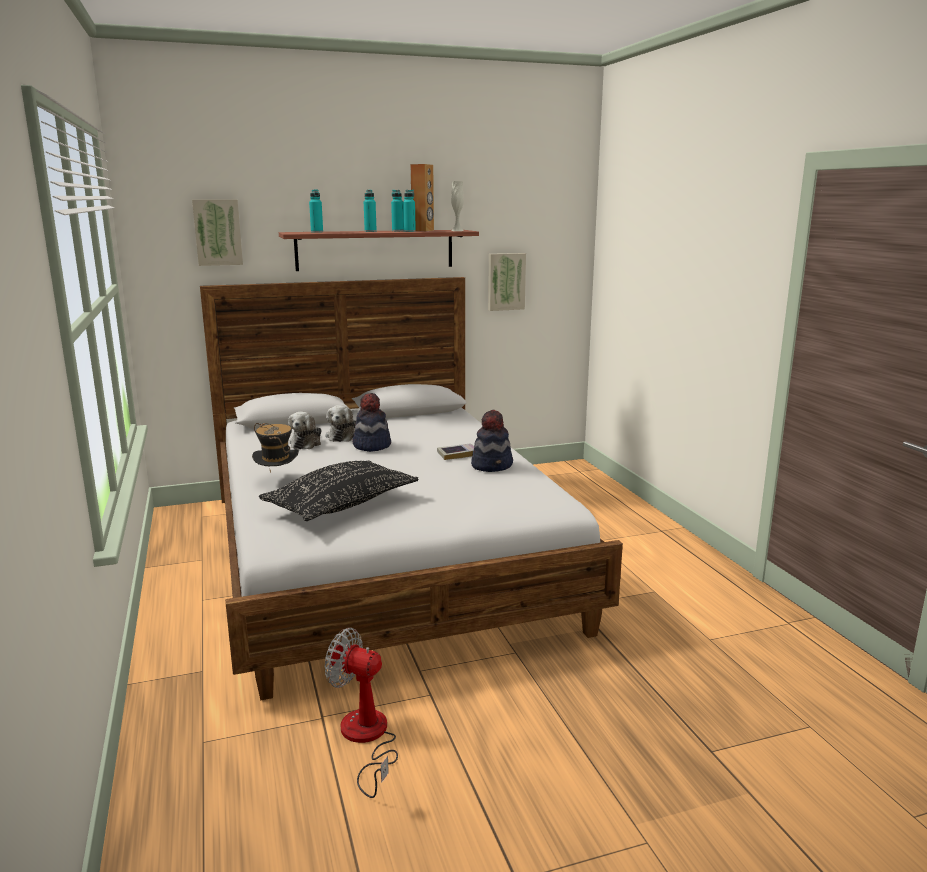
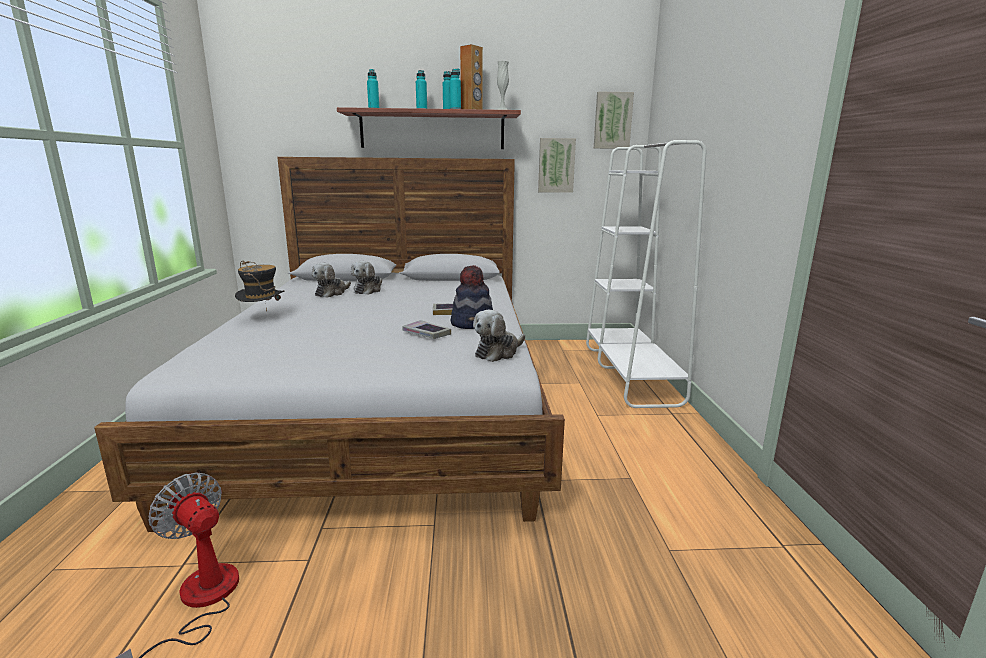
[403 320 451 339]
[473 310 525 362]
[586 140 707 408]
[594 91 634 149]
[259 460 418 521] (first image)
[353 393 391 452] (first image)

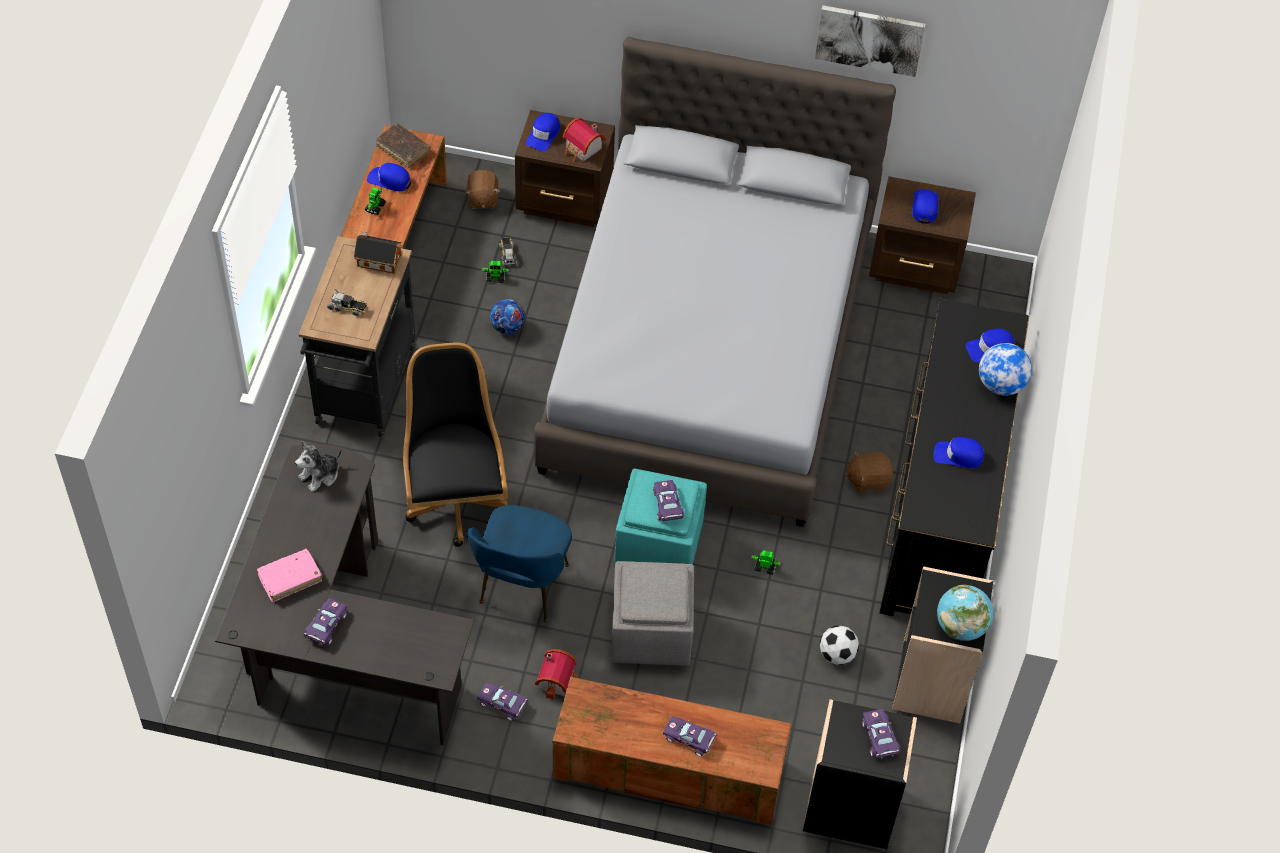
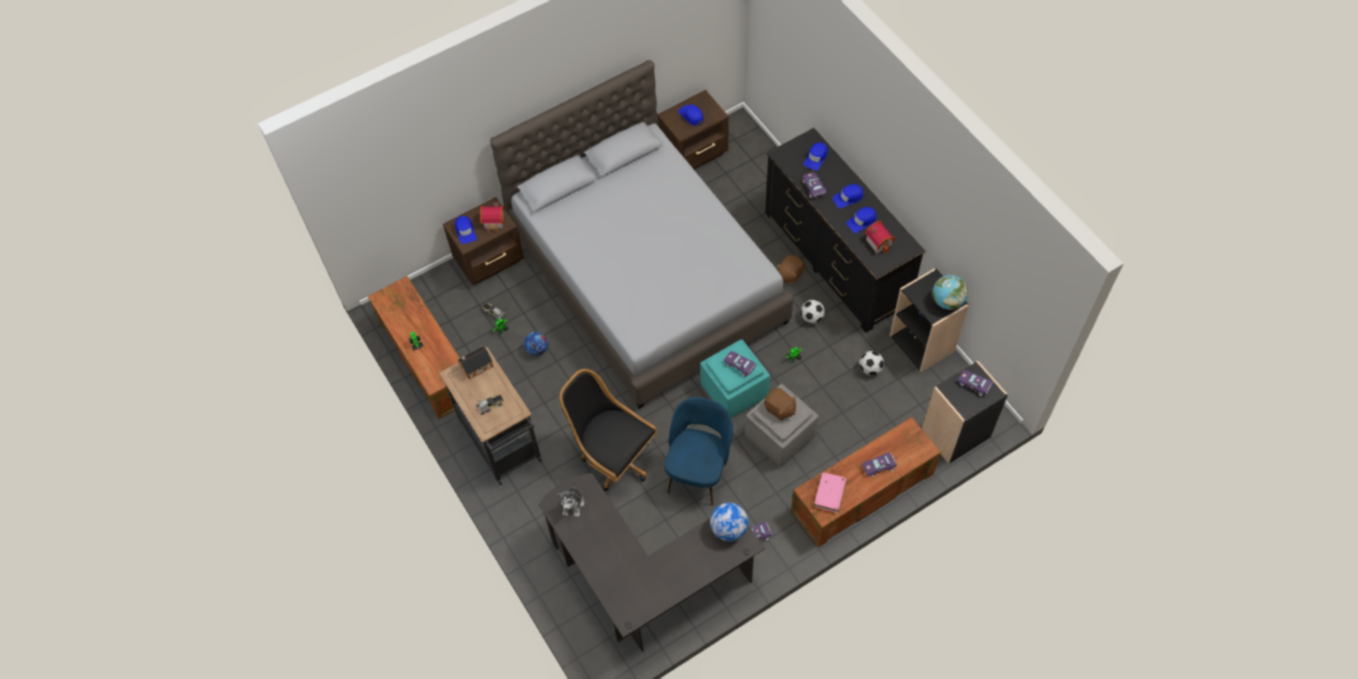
[664 397 733 505]
[710 503 748 541]
[764 388 796 421]
[801 300 825 324]
[803 172 826 198]
[814 473 846 513]
[833 184 864 208]
[865 221 896 253]
[376 123 430 168] (first image)
[815 5 925 77] (first image)

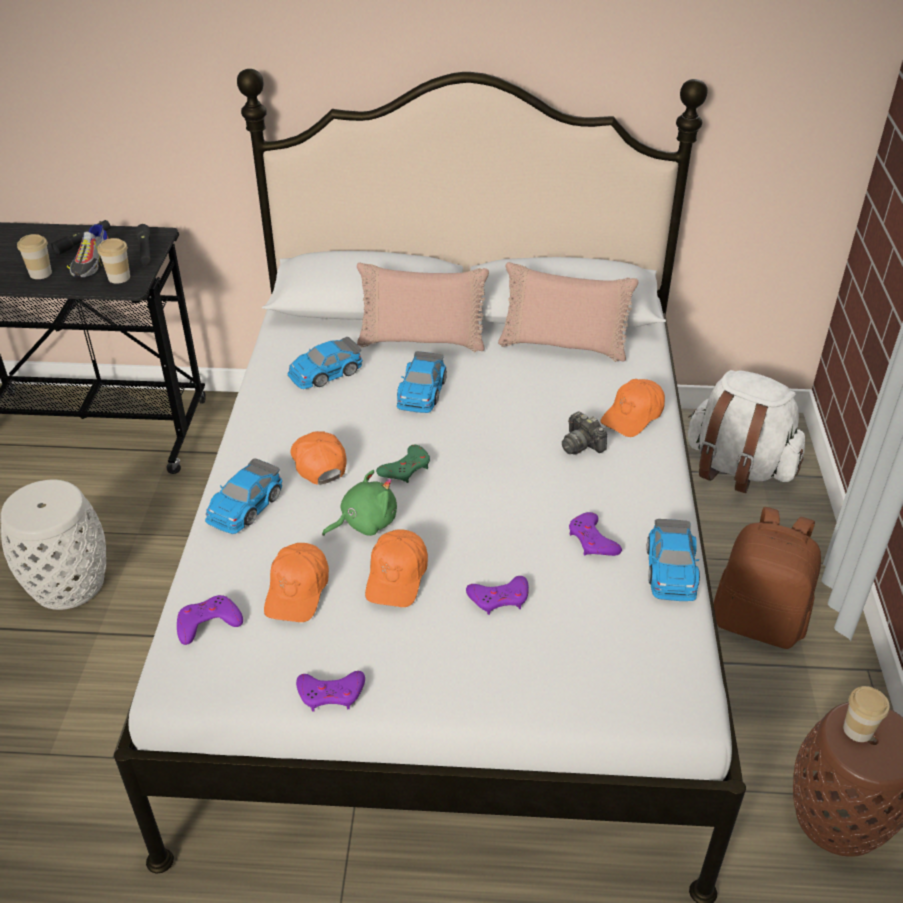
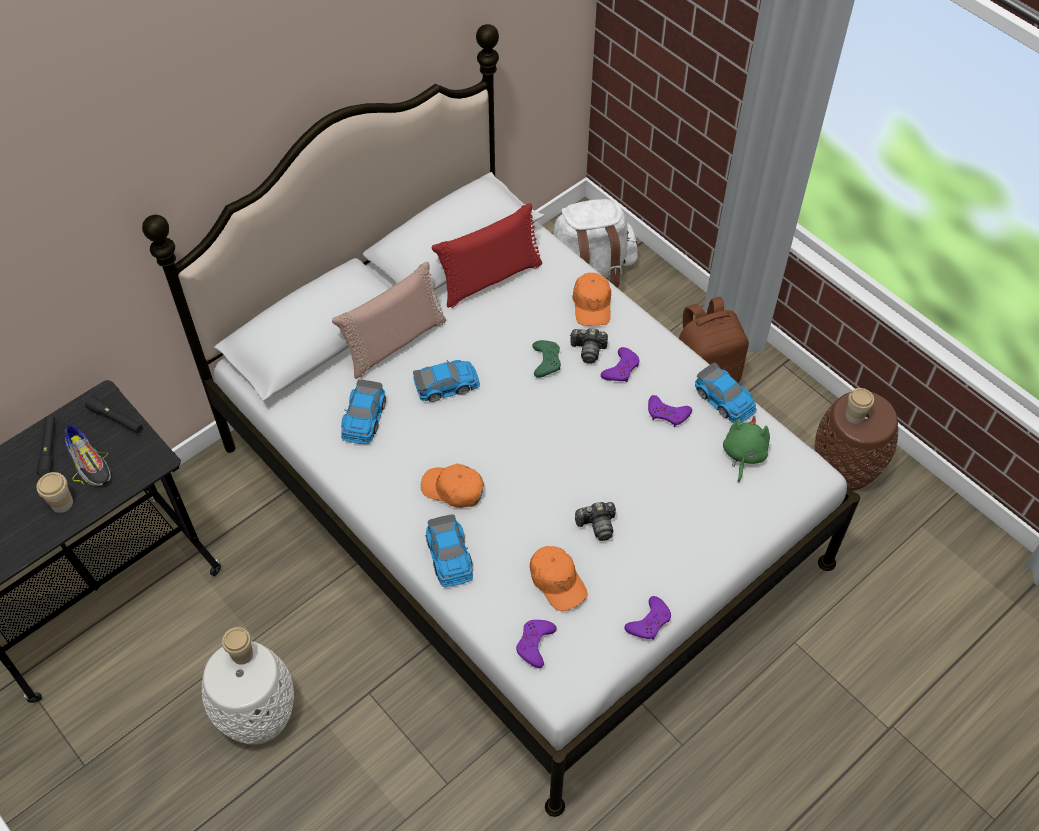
[222 627 253 665]
[413 360 480 402]
[432 203 542 308]
[532 340 561 378]
[575 502 616 541]
[601 347 640 382]
[723 416 770 482]

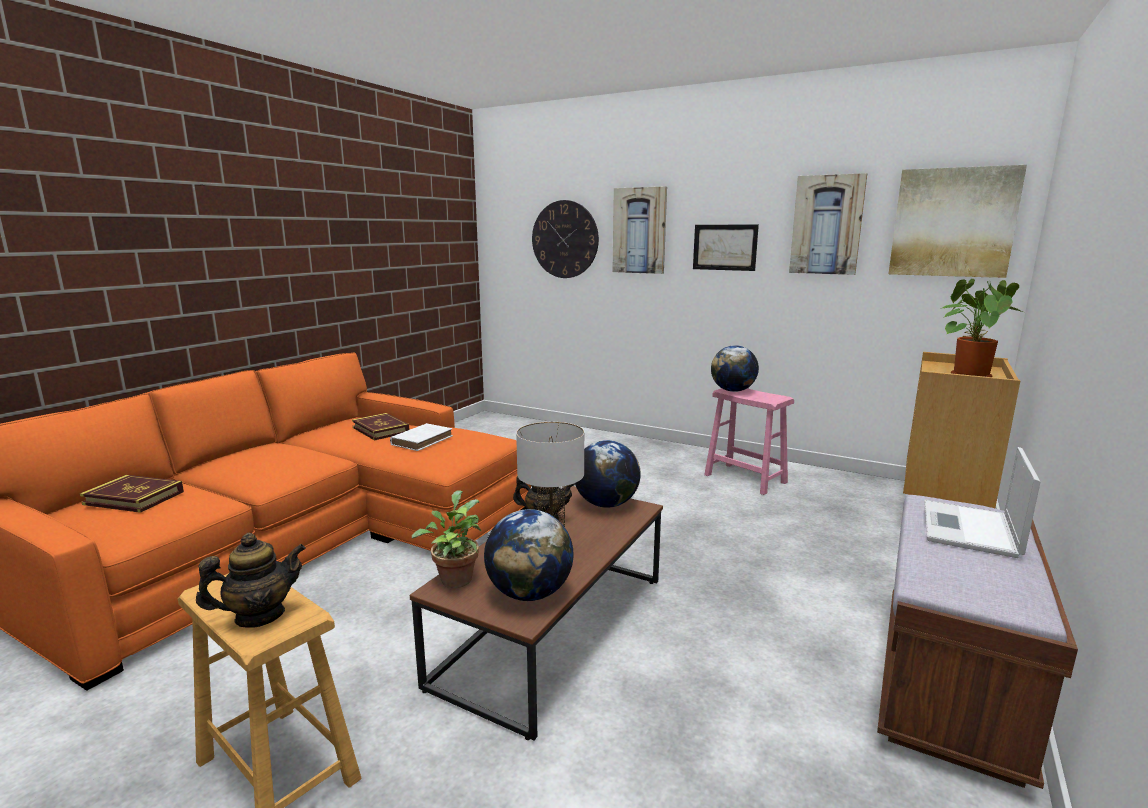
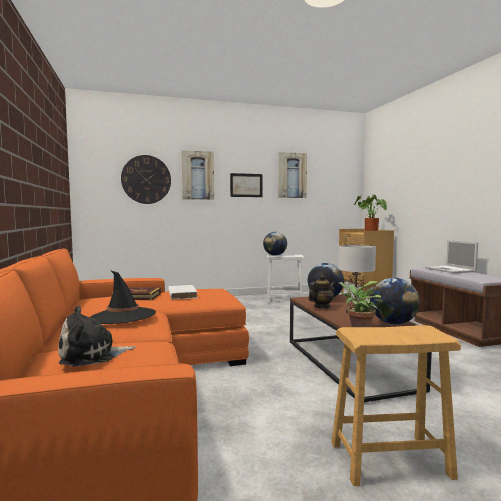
[58 306 135 366]
[90 270 156 324]
[267 255 304 304]
[196 533 306 628] (first image)
[889 165 1027 278] (first image)

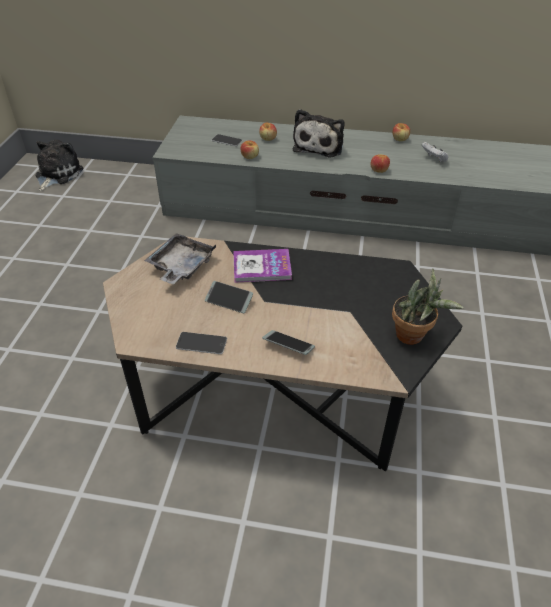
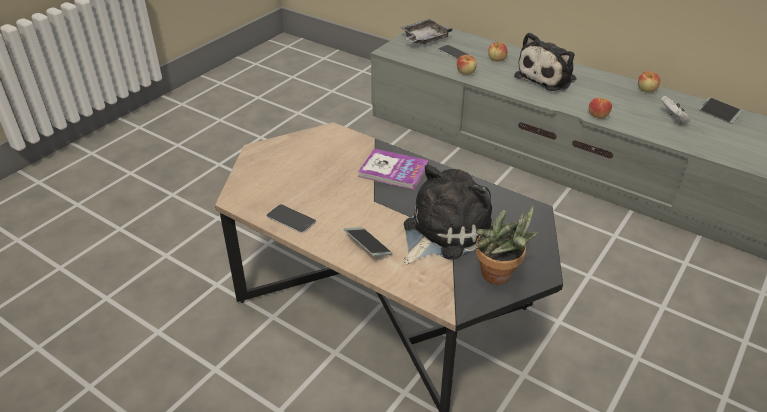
[400 19 452 44]
[404 164 493 265]
[698 97 743 124]

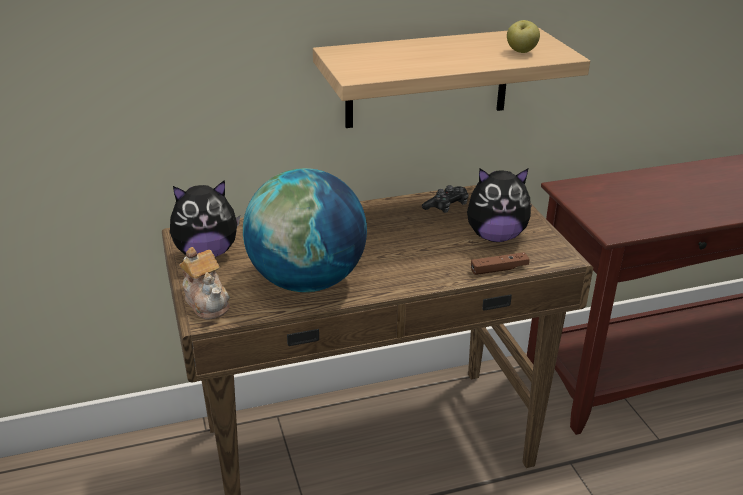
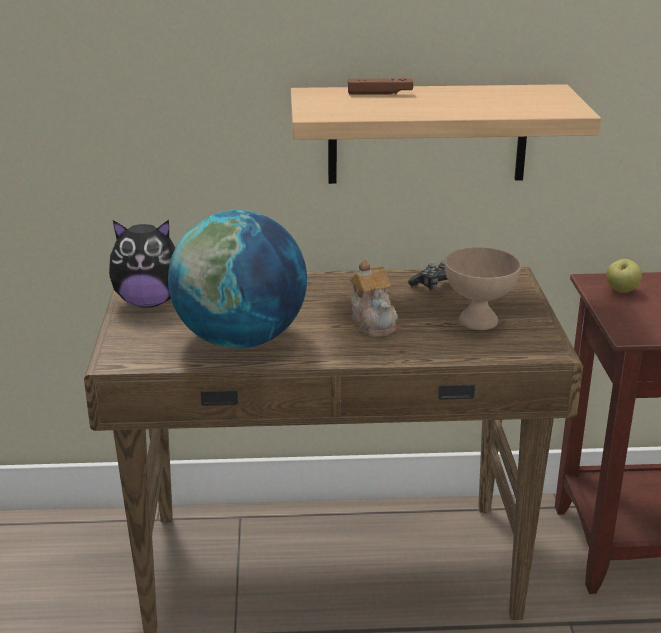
[348 78 413 95]
[350 260 398 337]
[444 247 521 330]
[606 259 642 293]

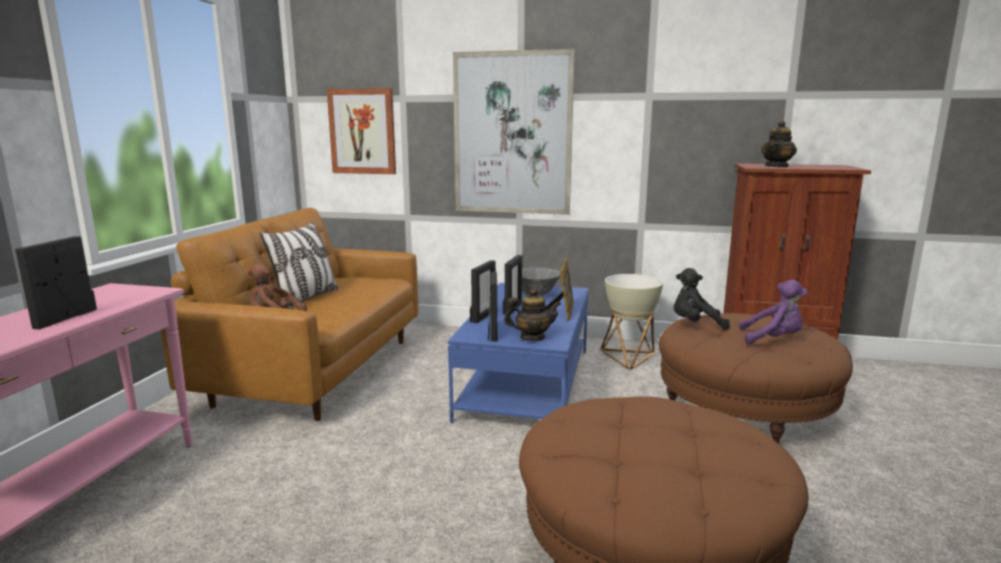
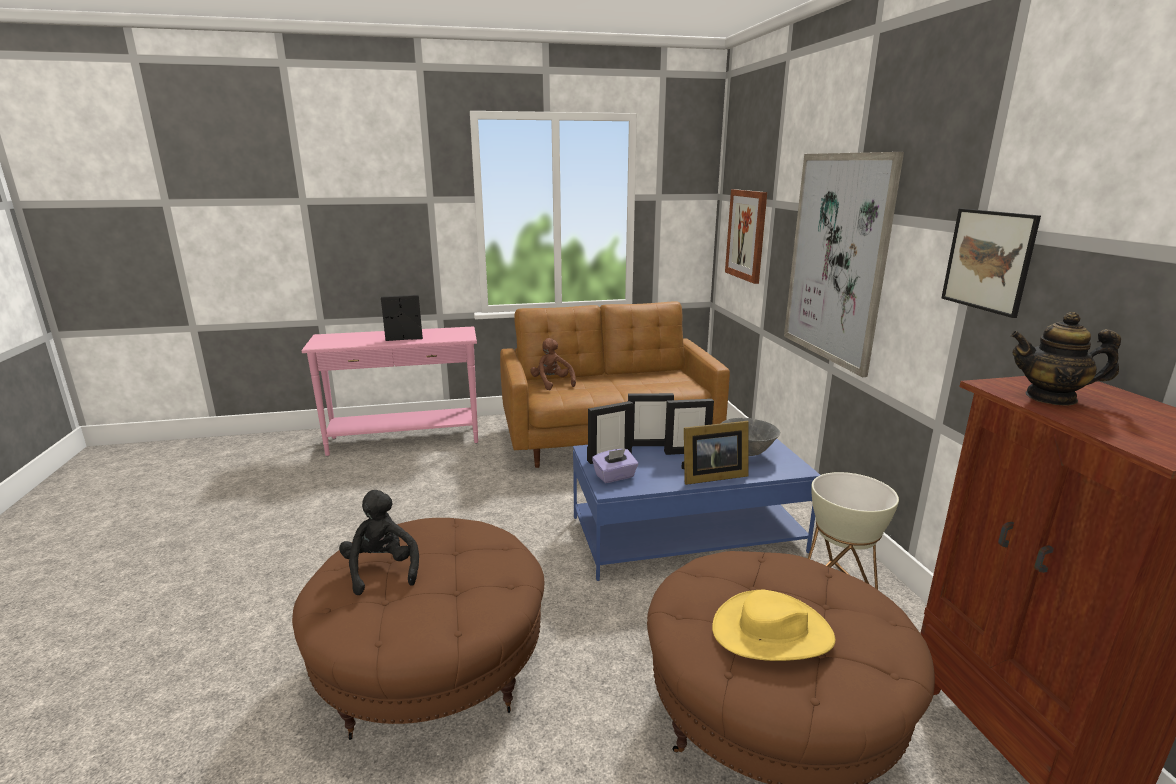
[339 490 419 595]
[592 449 638 483]
[712 590 835 661]
[942 209 1041 318]
[260 222 338 309] (first image)

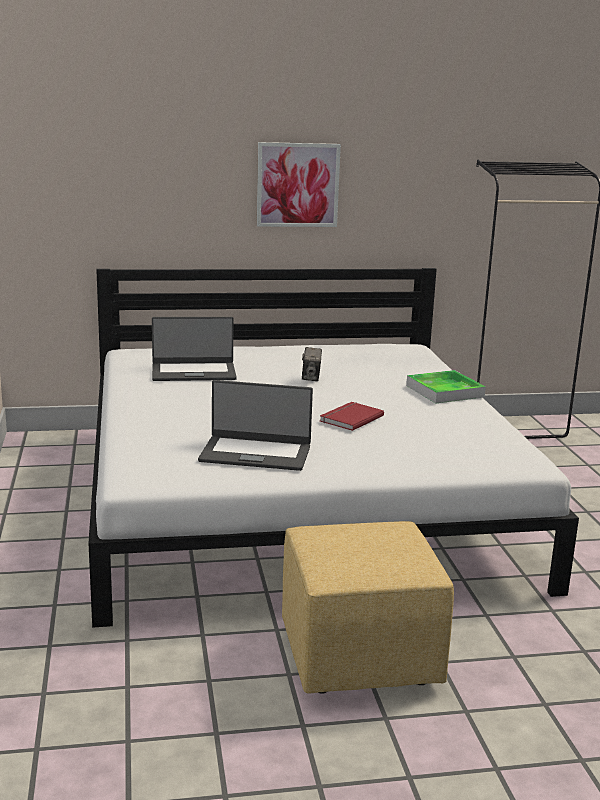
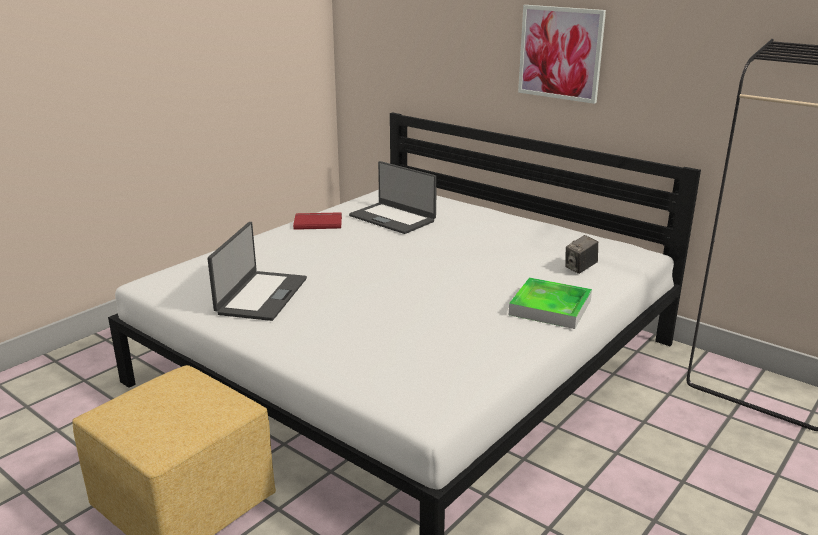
[207 222 307 321]
[293 212 342 230]
[565 235 598 274]

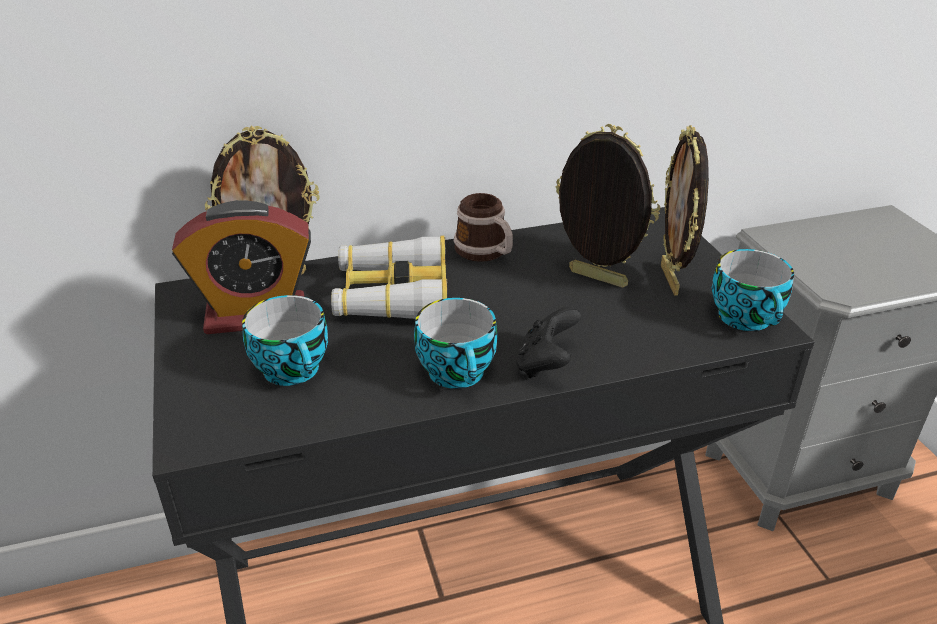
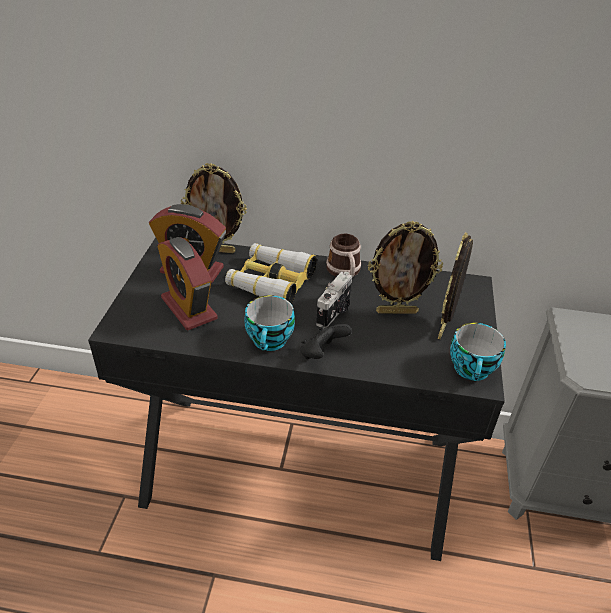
[157 237 218 330]
[316 272 352 328]
[368 221 443 314]

